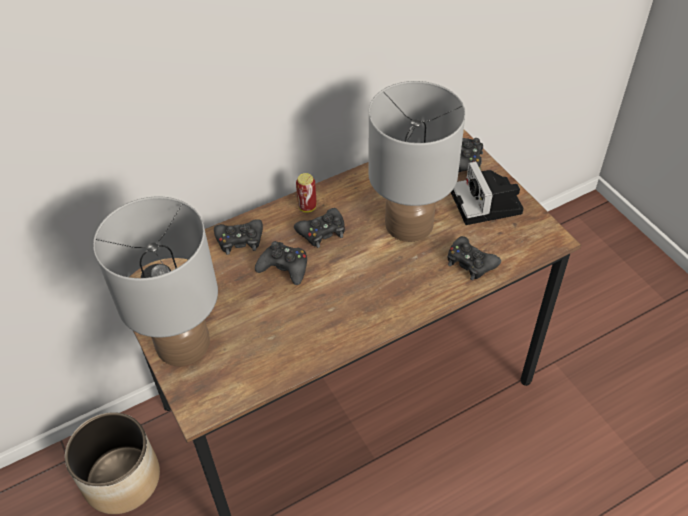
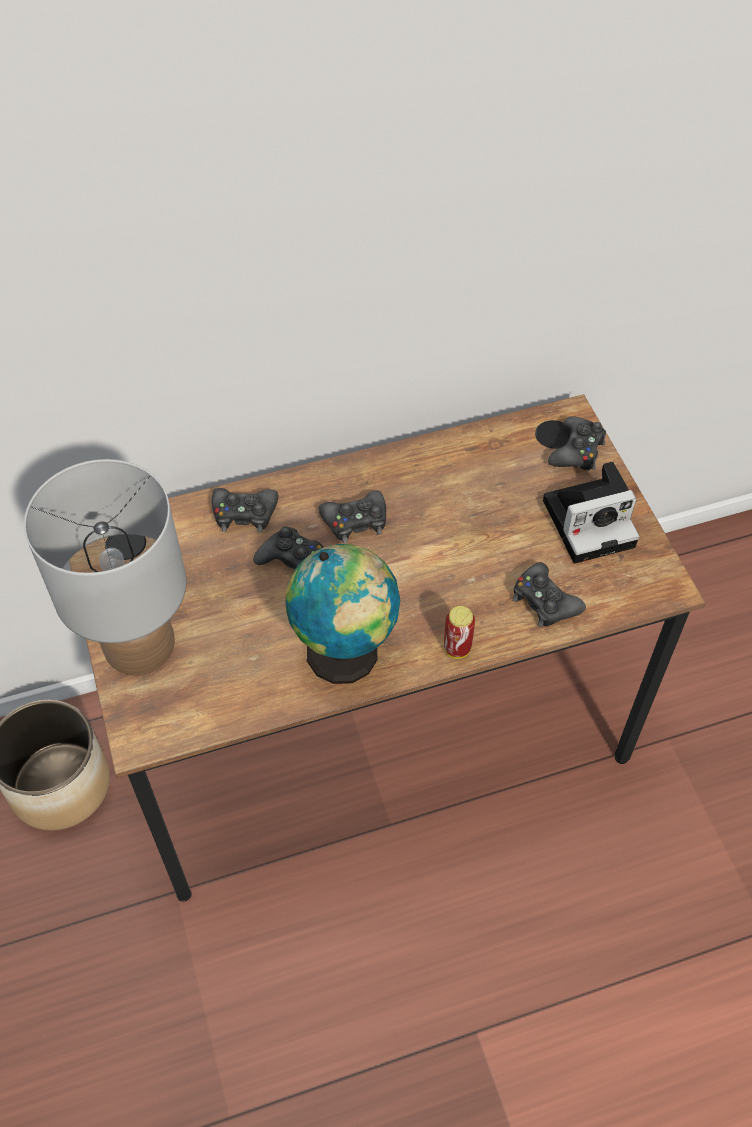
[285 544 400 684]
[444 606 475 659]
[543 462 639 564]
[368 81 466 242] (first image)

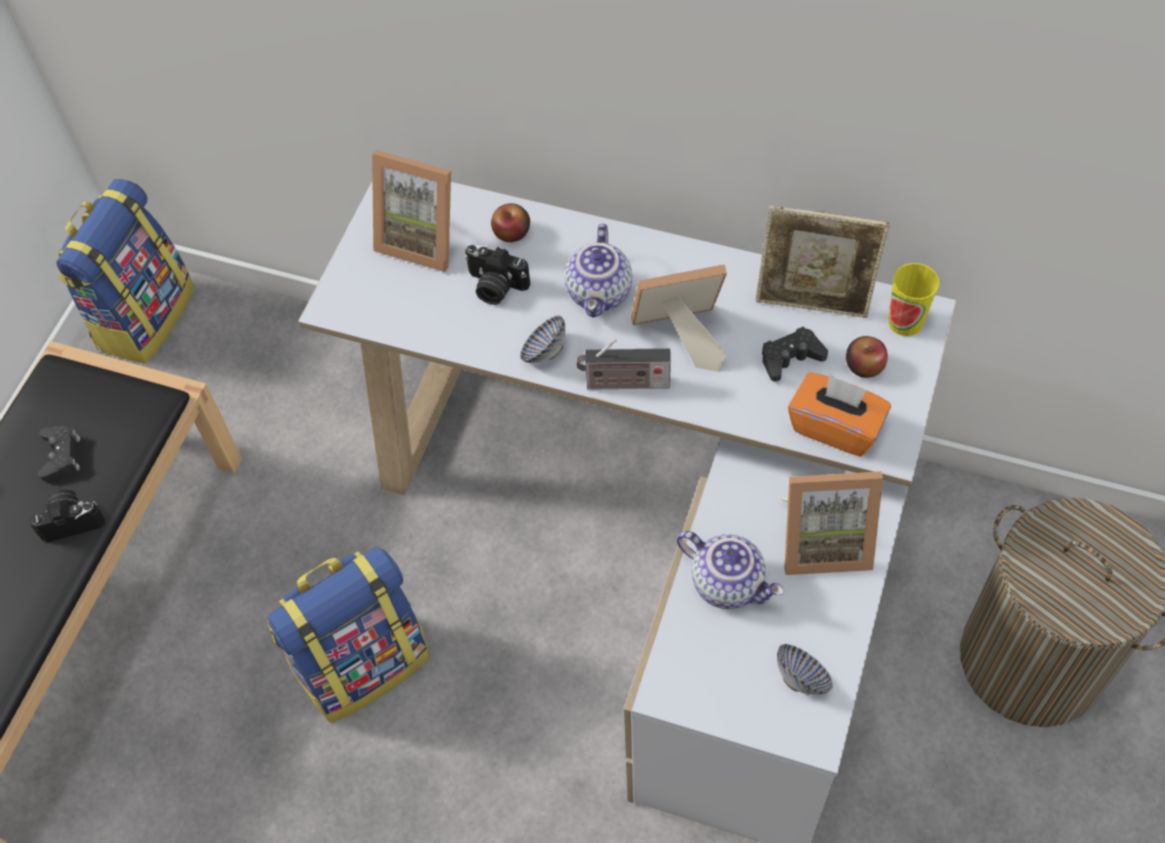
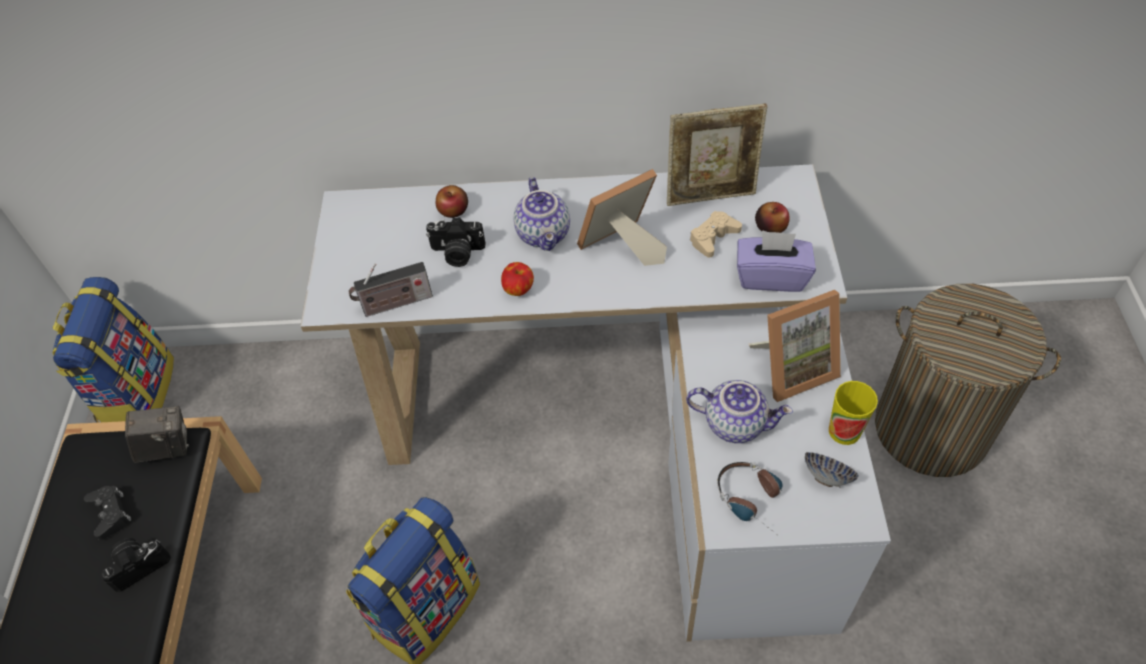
[125 406 189 463]
[349 262 433 317]
[501 262 534 296]
[690 211 742 257]
[717 462 782 533]
[737 230 816 292]
[829 381 878 445]
[372 150 451 272] (first image)

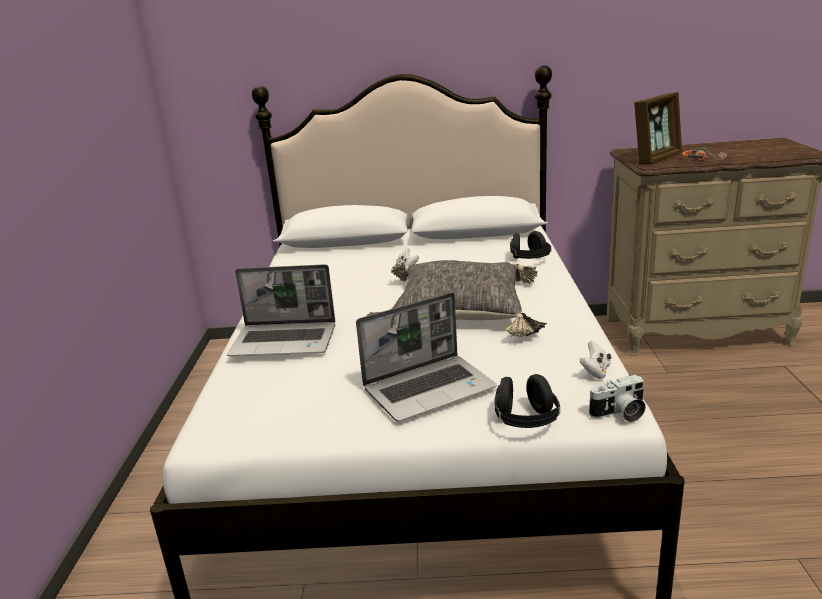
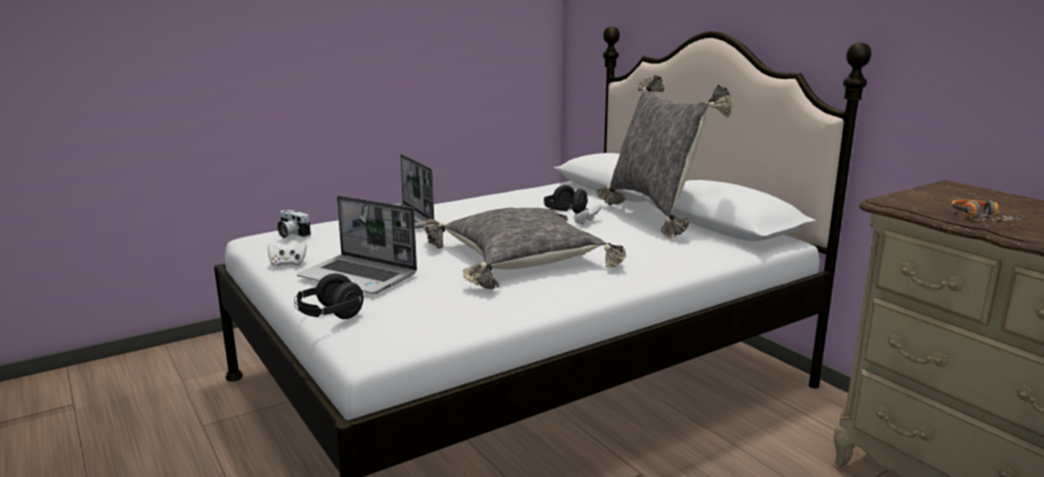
[268 241 307 267]
[277 210 311 238]
[544 185 588 214]
[597 75 733 239]
[634 92 682 164] (first image)

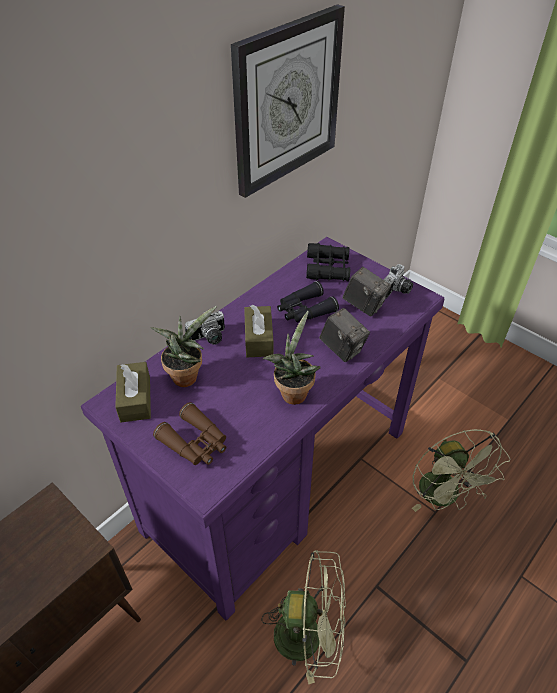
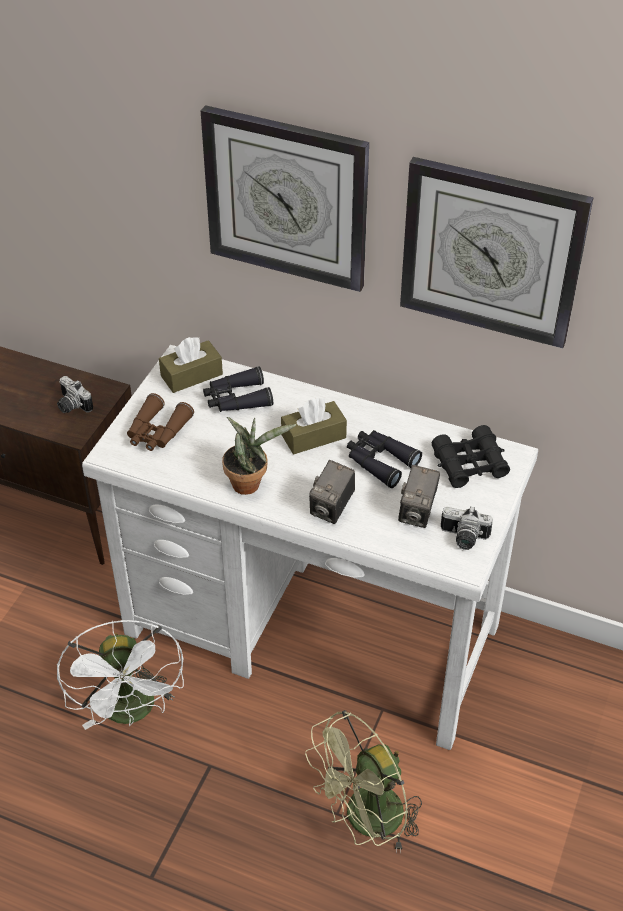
[57 376 93 413]
[57 620 184 730]
[82 345 538 750]
[201 105 369 292]
[203 366 273 412]

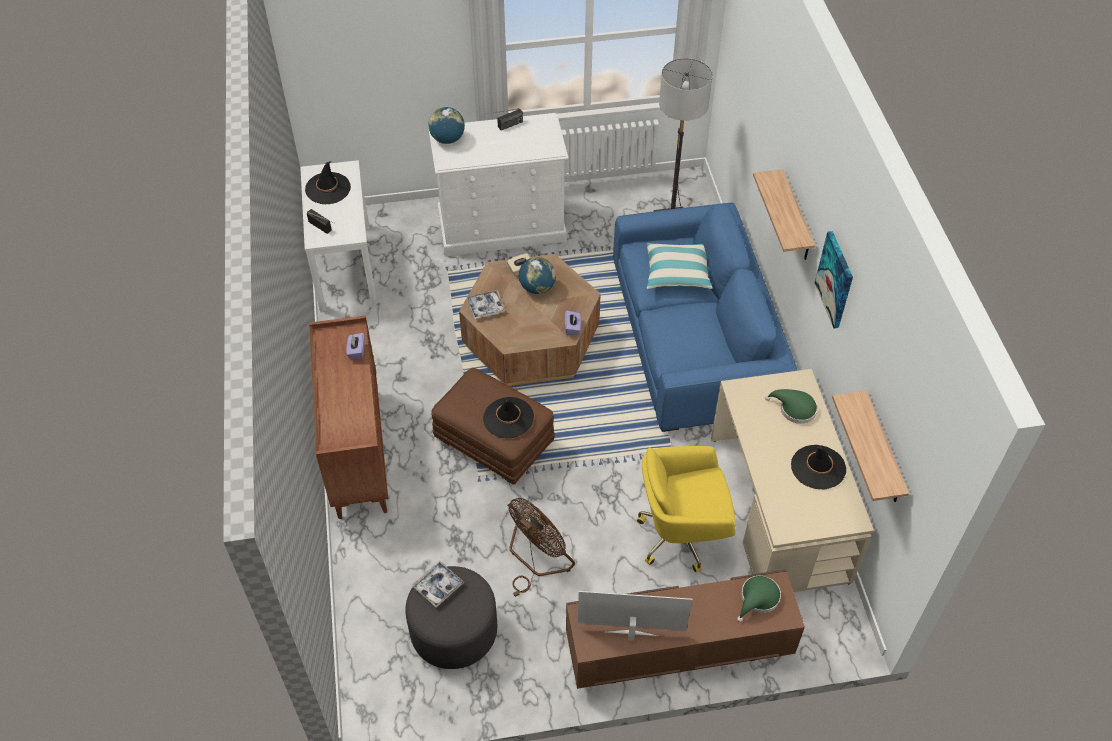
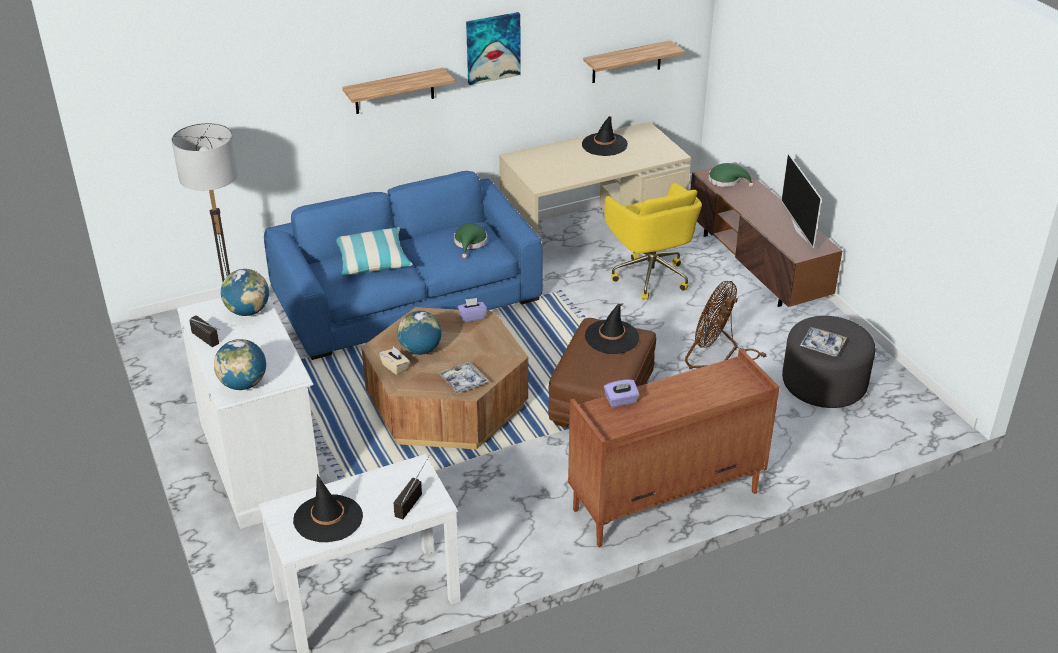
[221 269 269 316]
[454 223 487 258]

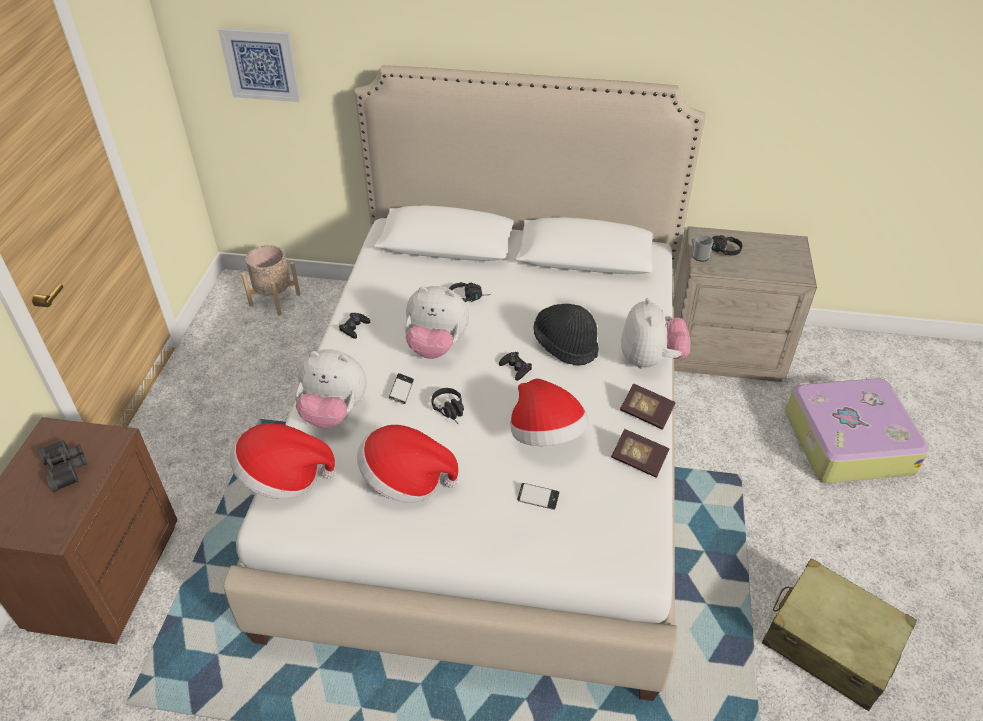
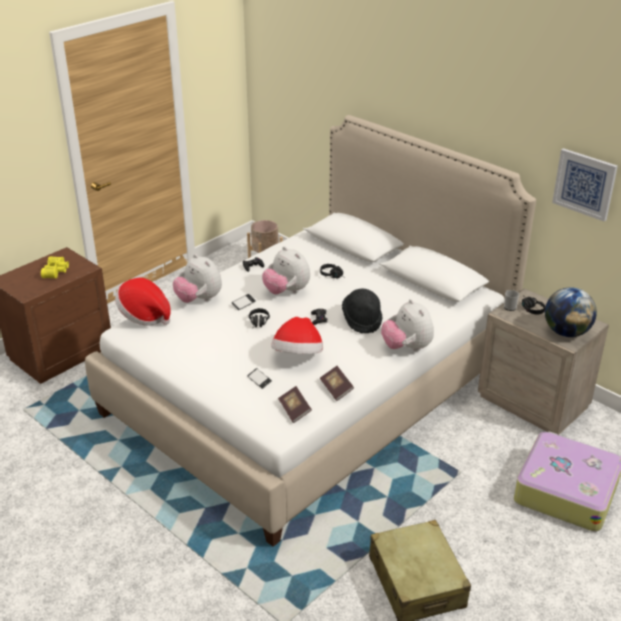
[41 256 69 279]
[278 386 312 423]
[381 299 434 351]
[545 287 597 337]
[552 148 618 222]
[357 425 458 503] (first image)

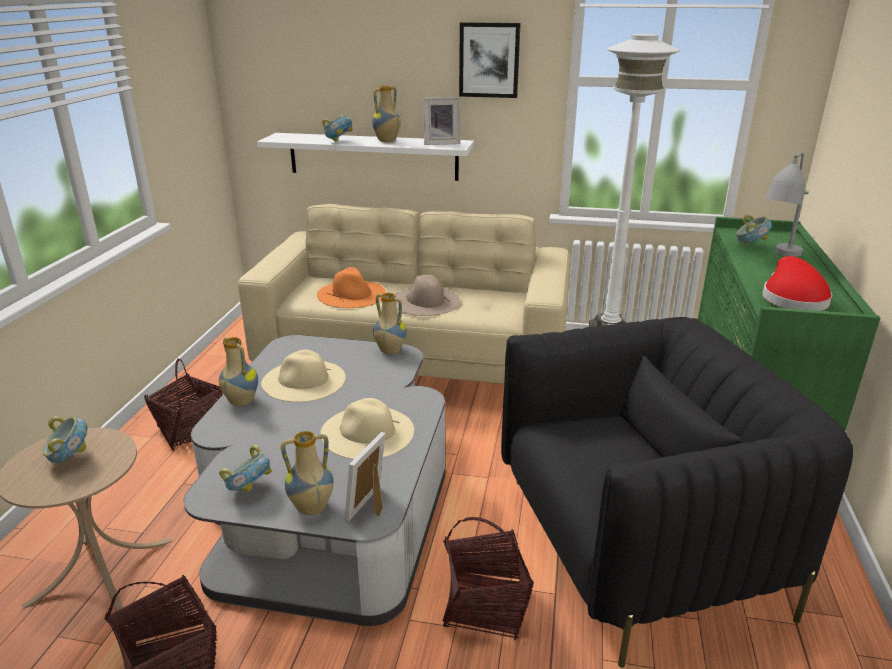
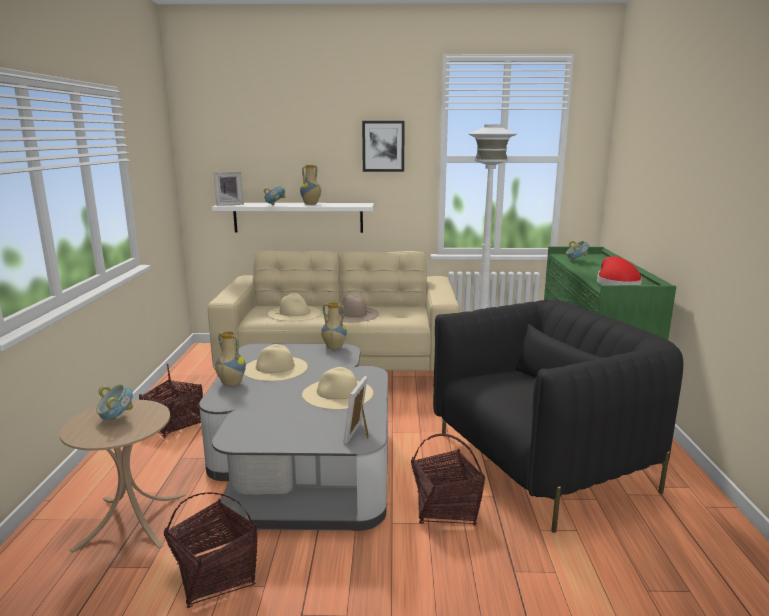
[214 172 244 206]
[268 293 321 321]
[219 445 272 491] (first image)
[281 431 334 515] (first image)
[765 152 809 257] (first image)

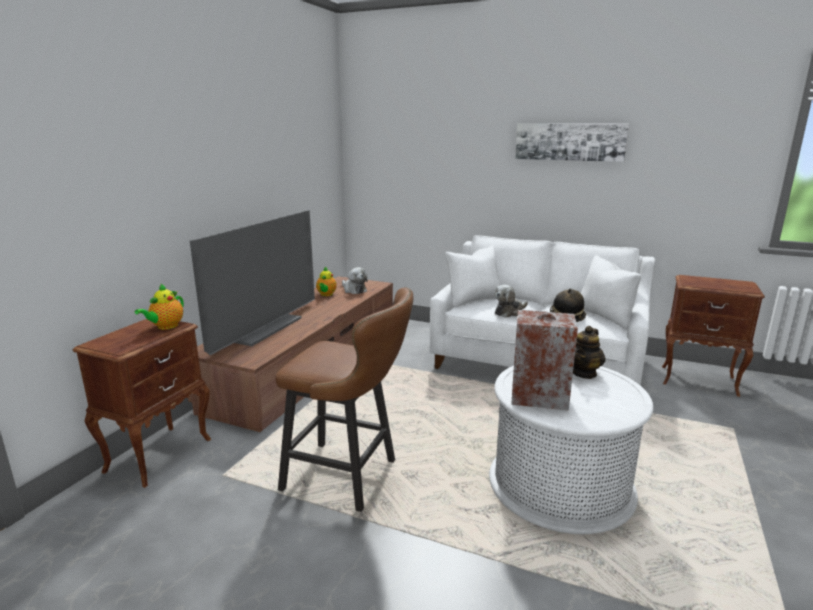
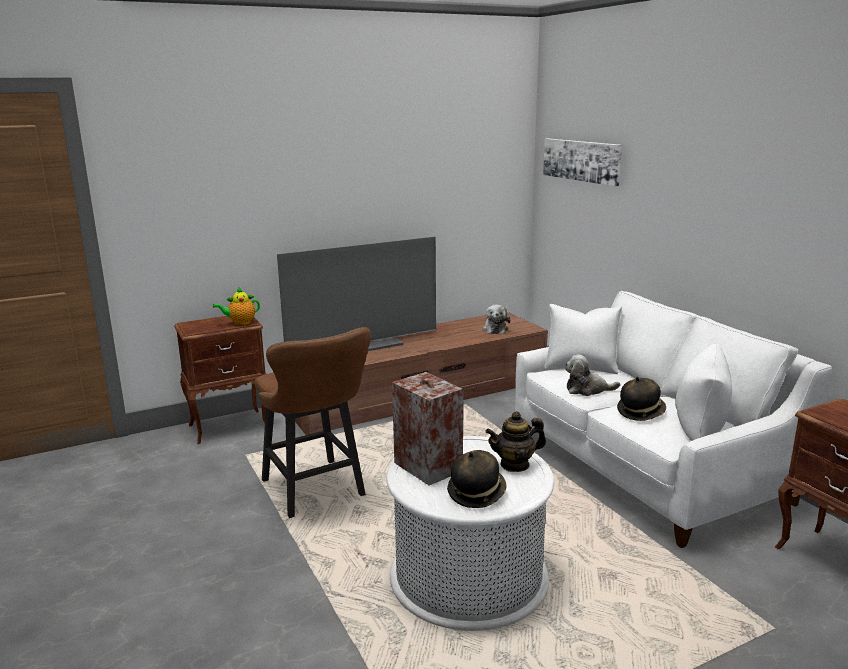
[447 450 507 508]
[543 138 622 186]
[316 267 337 296] (first image)

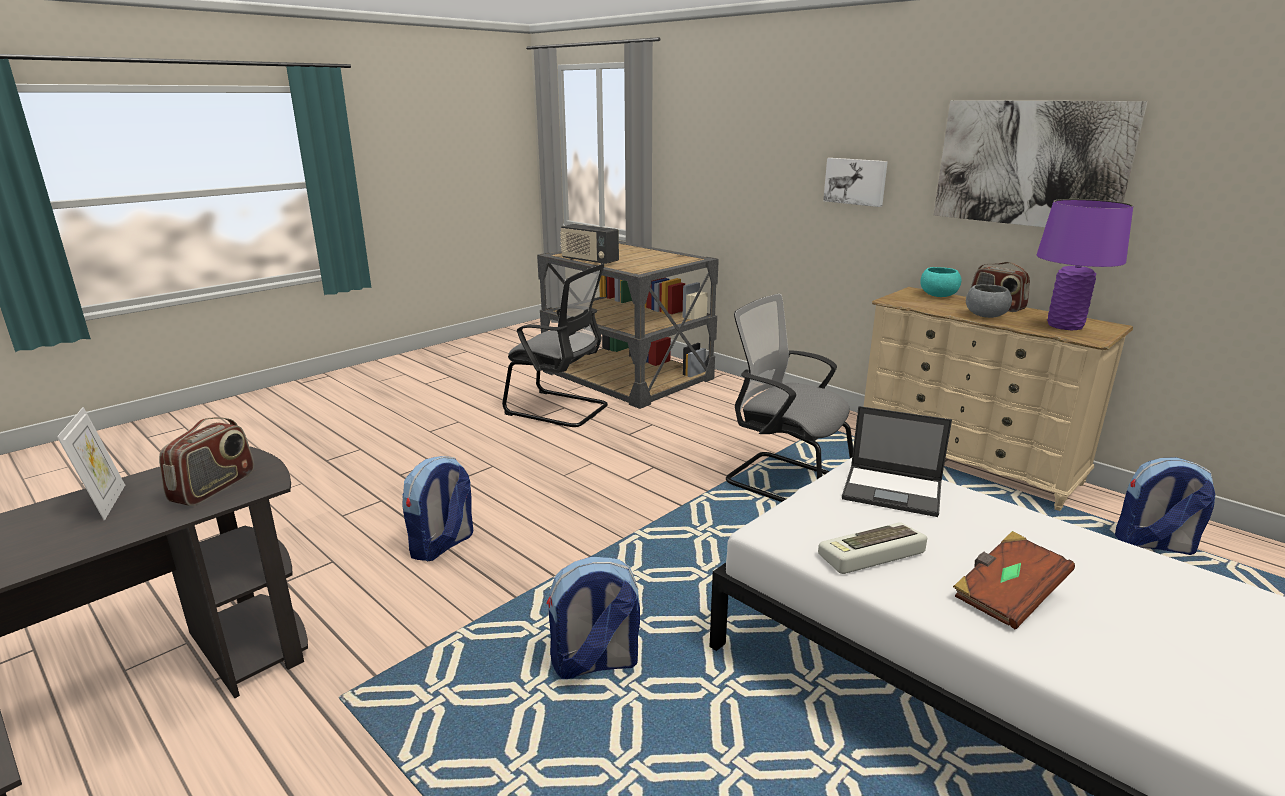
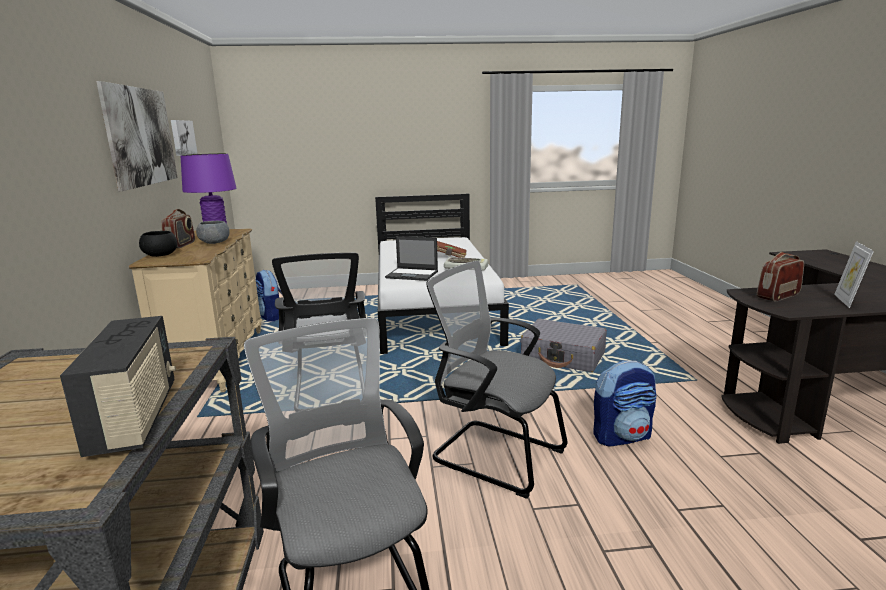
[139 231 177 257]
[171 120 198 156]
[385 236 438 281]
[426 261 568 499]
[520 319 607 372]

